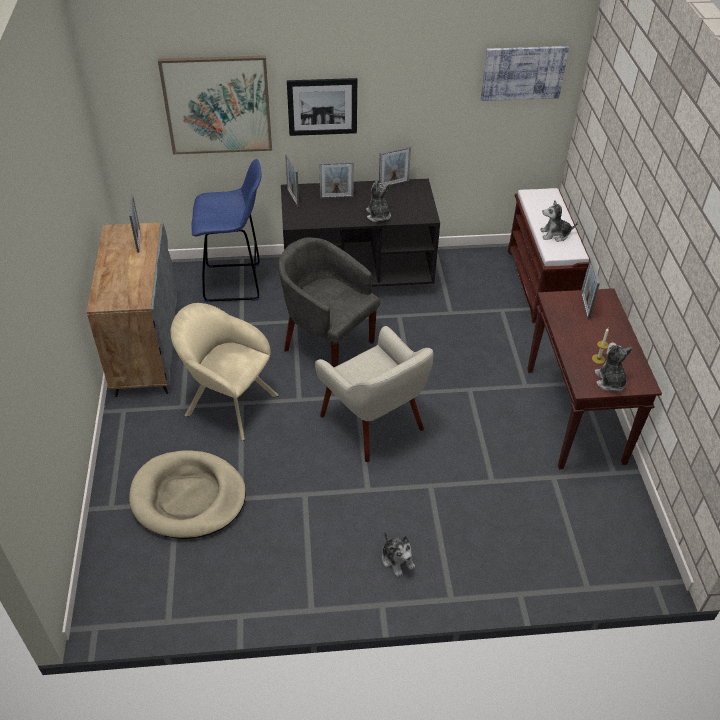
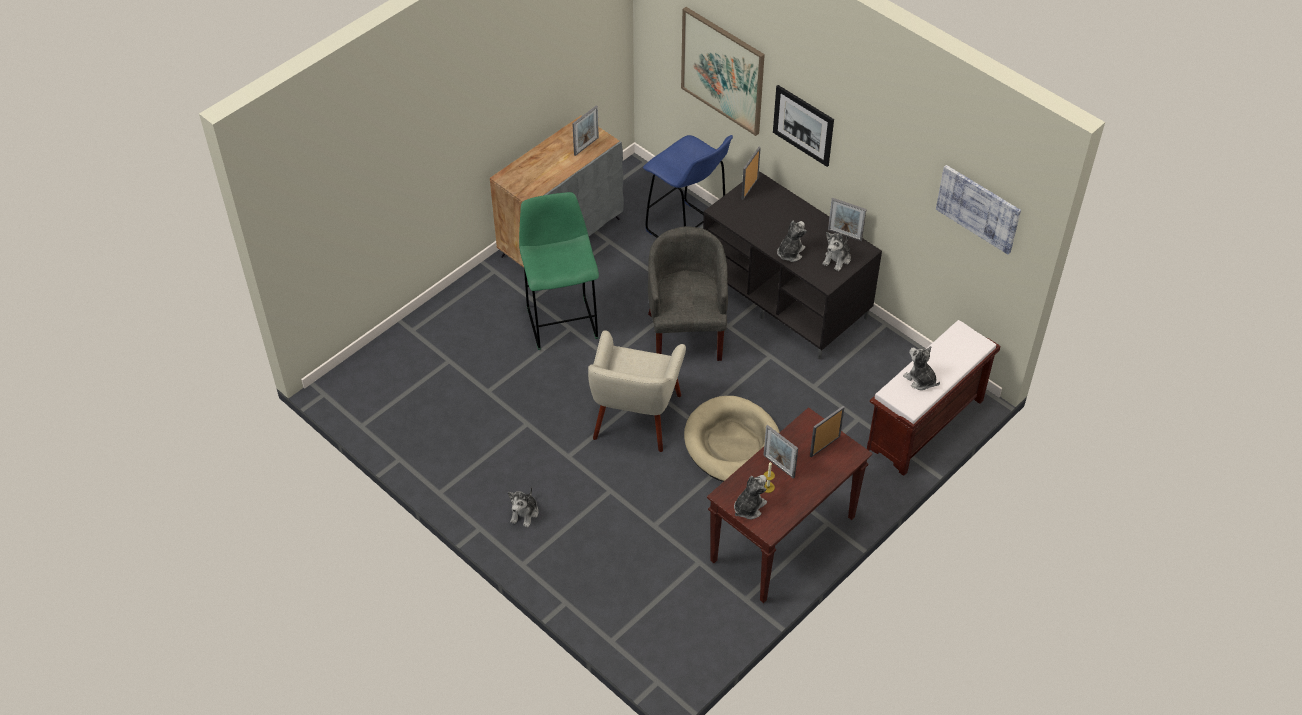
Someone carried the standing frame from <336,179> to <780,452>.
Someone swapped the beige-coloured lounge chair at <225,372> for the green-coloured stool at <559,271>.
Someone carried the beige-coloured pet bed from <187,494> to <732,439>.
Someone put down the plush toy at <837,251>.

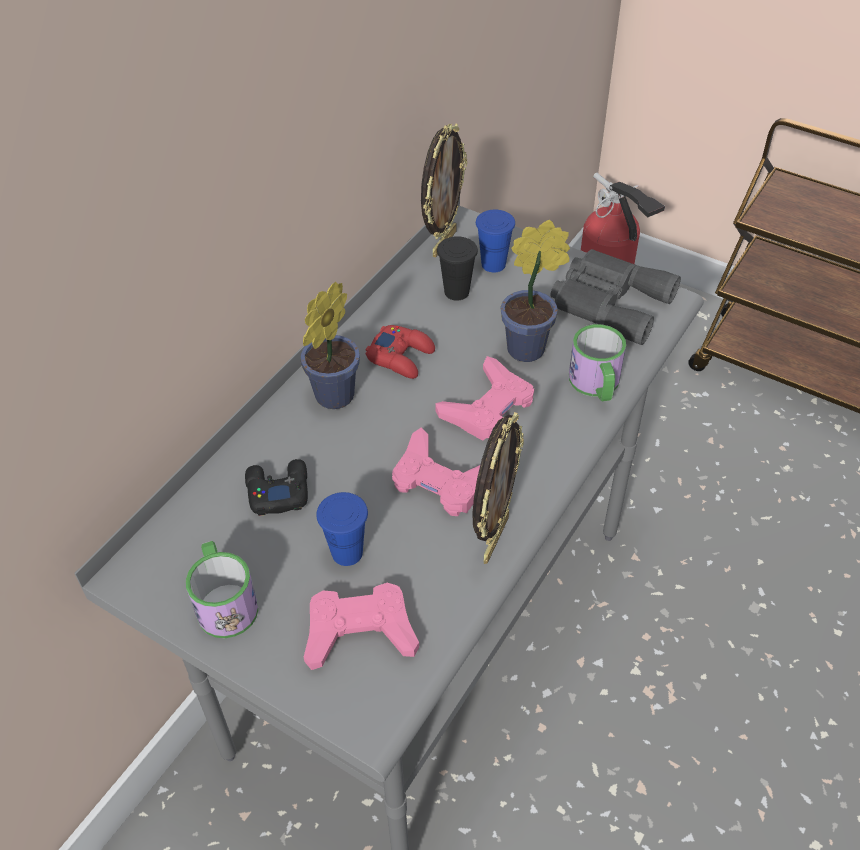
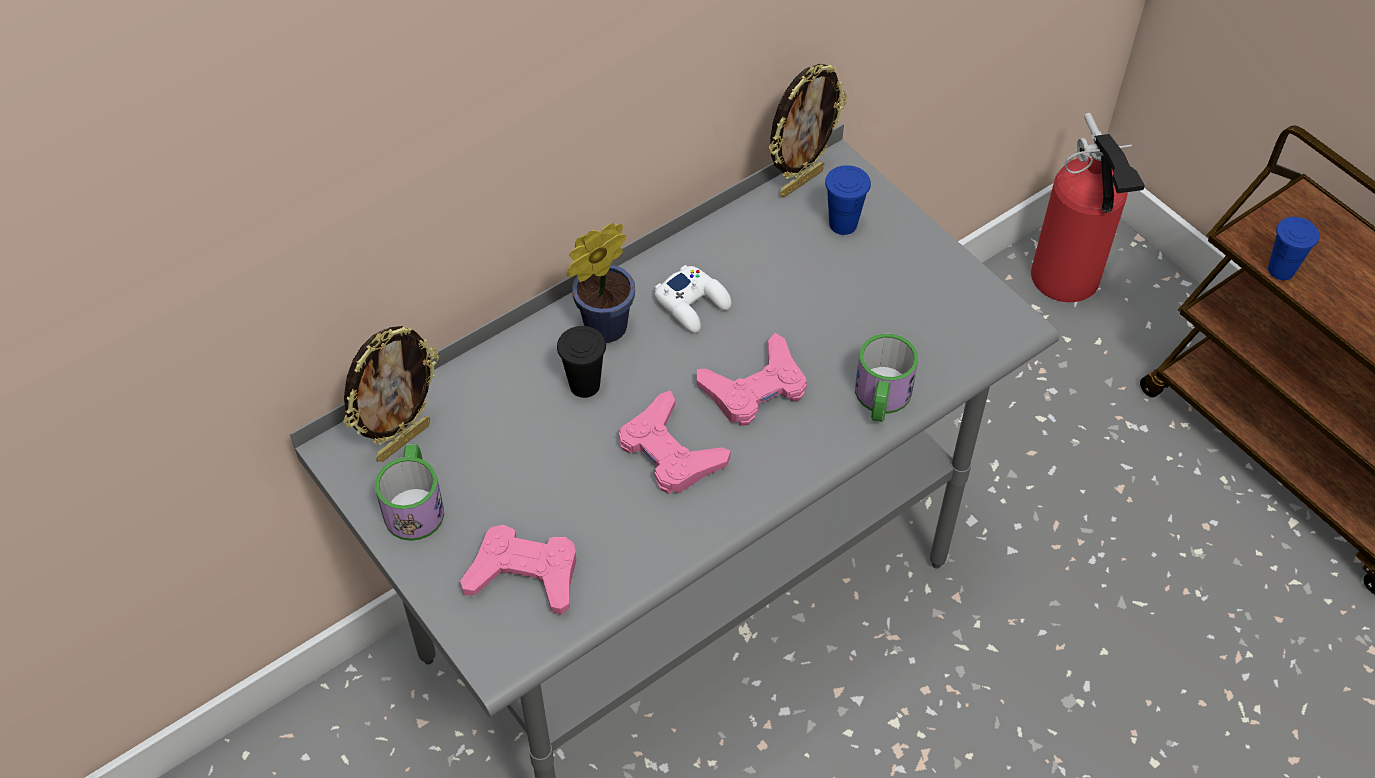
Someone took away the potted plant at <535,291>.
Someone carried the black cup from <457,268> to <581,362>.
Someone took away the greyish binoculars at <616,297>.
Someone repainted the red-coloured gamepad at <400,352>, which became the white-coloured gamepad at <693,299>.
Someone carried the standing frame from <498,488> to <391,393>.
Someone took away the black gamepad at <276,487>.
Someone carried the bluish cup from <342,529> to <1294,248>.

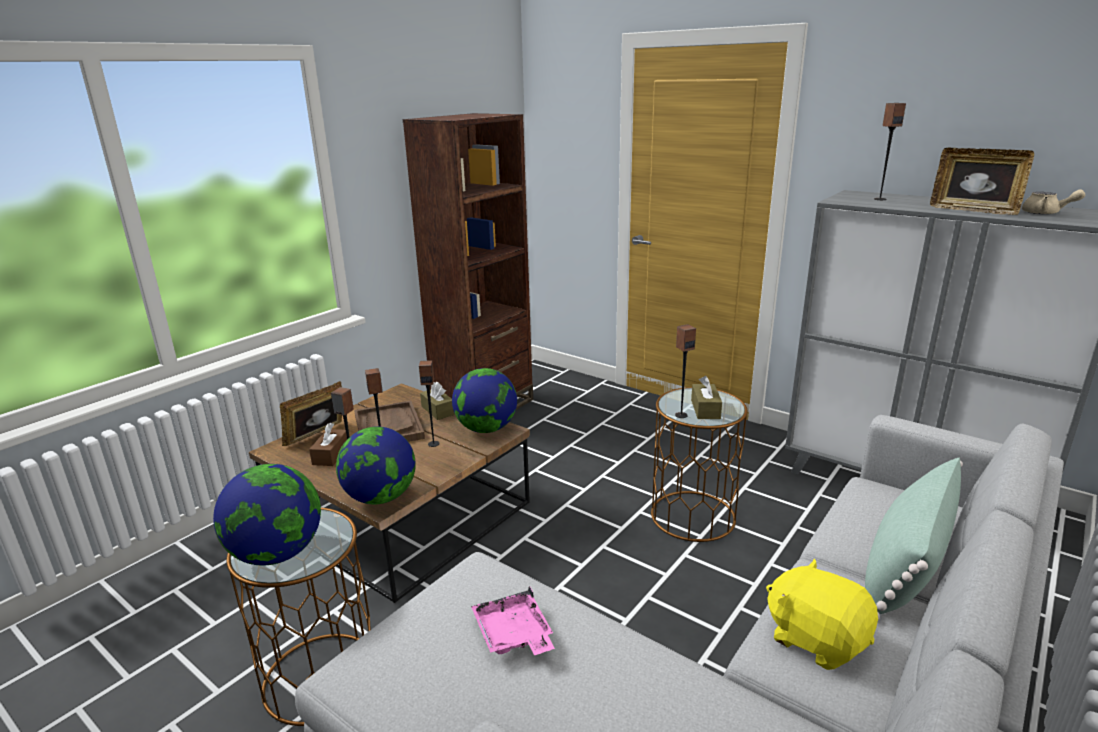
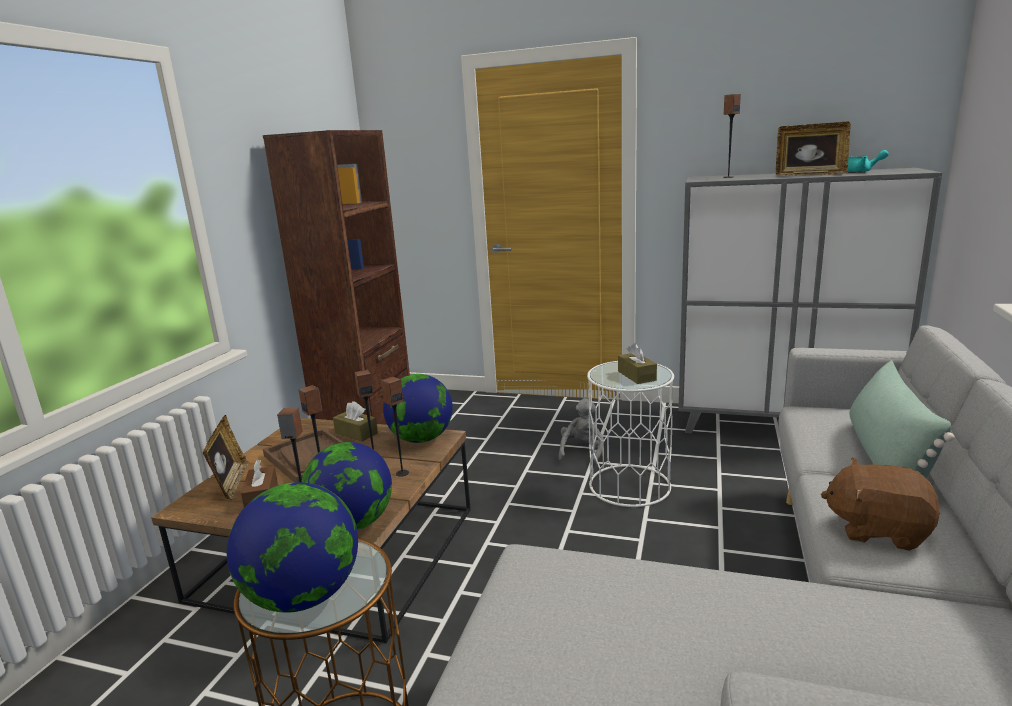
Someone repainted the beige-coloured tea pot at <1053,202>, which became the turquoise tea pot at <868,161>.
Someone carried the loudspeaker from <685,371> to <395,426>.
Someone rotated the standing frame at <311,413> by 150 degrees clockwise.
Someone repainted the brownish accent table at <699,464>, which became the white-coloured accent table at <630,434>.
Someone repainted the yellow plush toy at <822,614>, which became the brownish plush toy at <880,504>.
Someone took away the pinkish serving tray at <513,620>.
Someone put down the greyish plush toy at <581,432>.

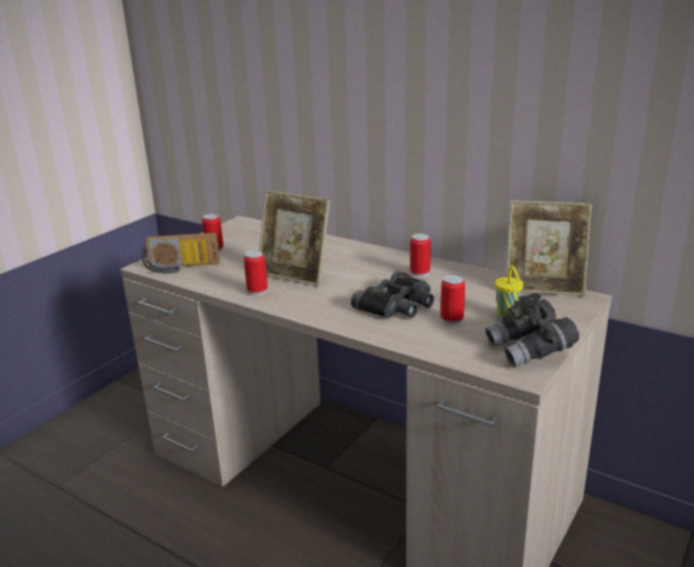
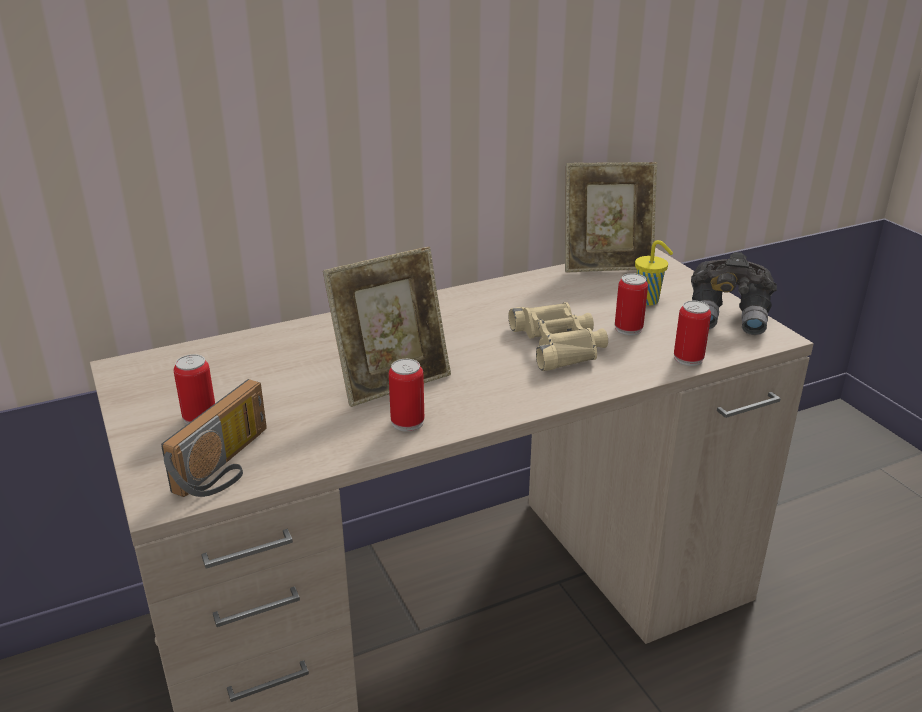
Someone rotated the standing frame at <549,248> by 45 degrees clockwise.
Someone carried the metal can from <420,255> to <692,333>.
Someone repainted the black binoculars at <392,294>, which became the beige-coloured binoculars at <558,336>.

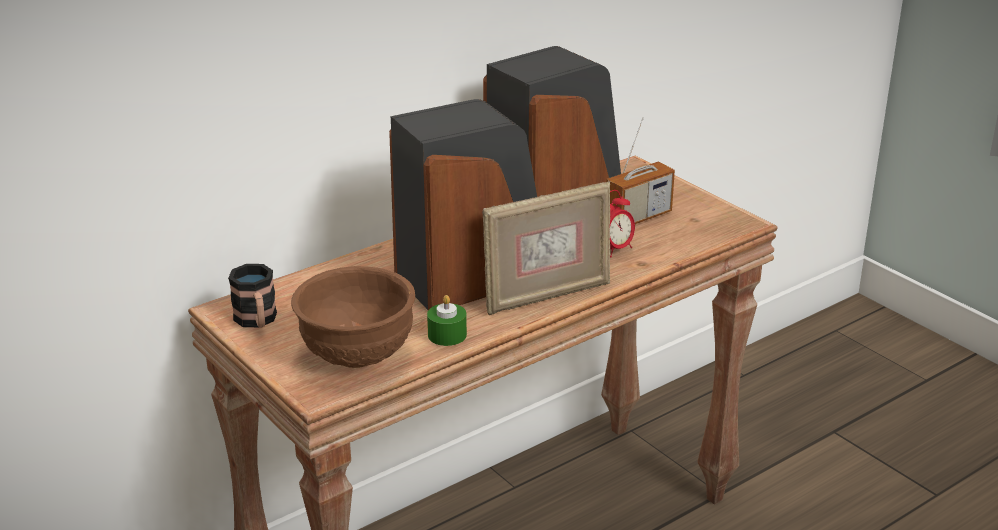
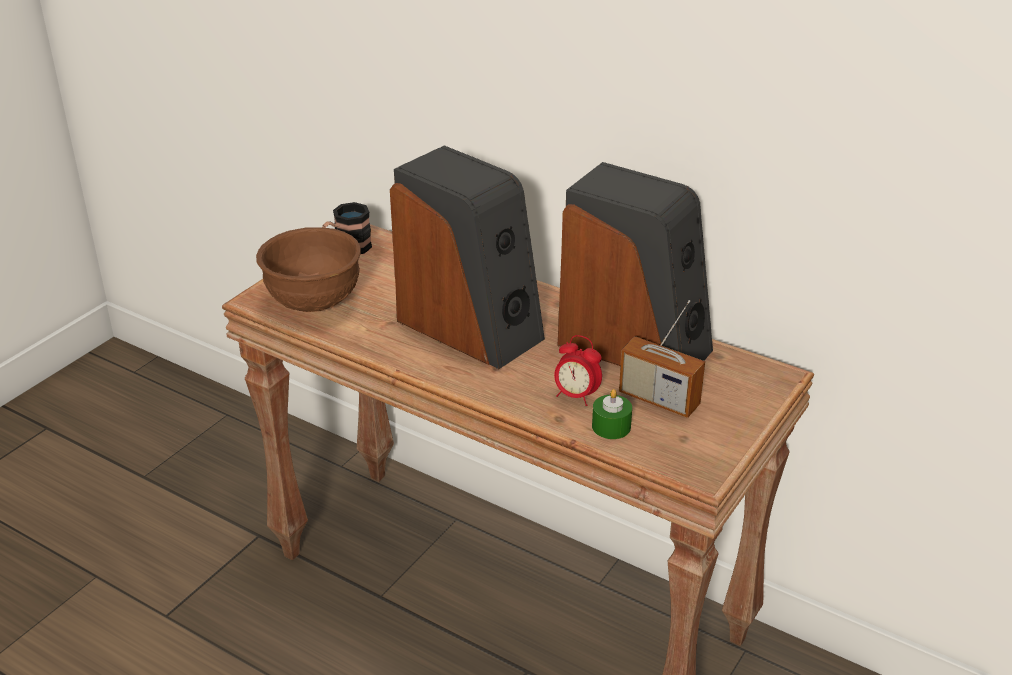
Someone took away the standing frame at <546,248>.
Someone carried the green-coloured candle from <447,320> to <612,414>.

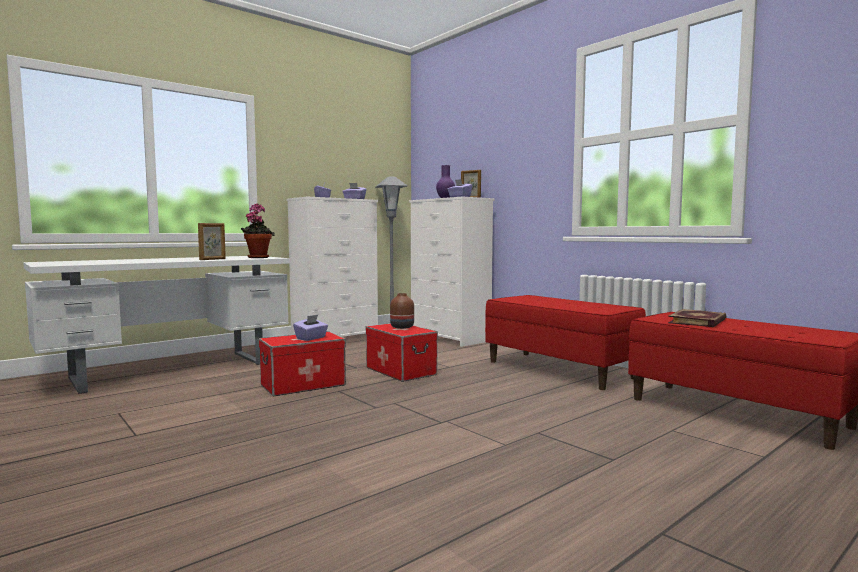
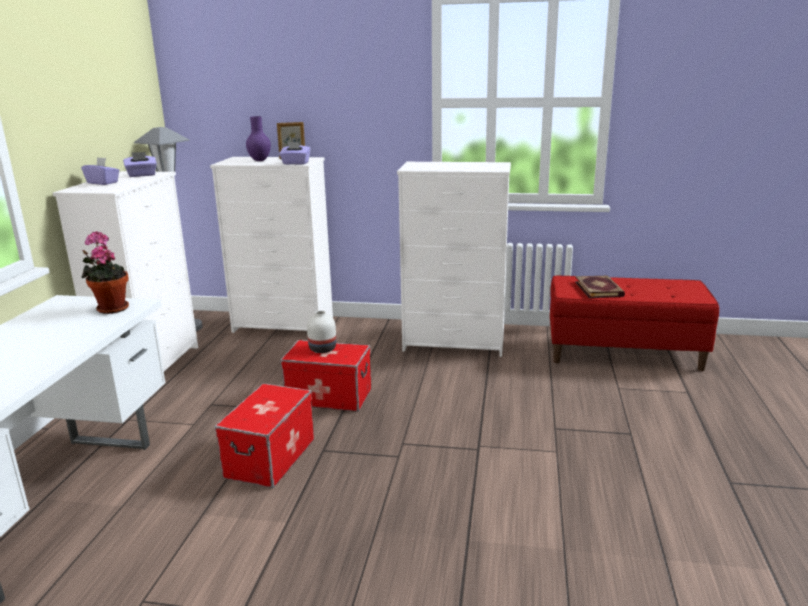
Someone took away the standing frame at <212,241>.
Someone repainted the brownish vase at <402,311>, which became the white-coloured vase at <321,332>.
Someone swapped the red-coloured long seat at <565,342> for the white-coloured drawer chest at <454,259>.
Someone took away the purple box of tissues at <310,328>.

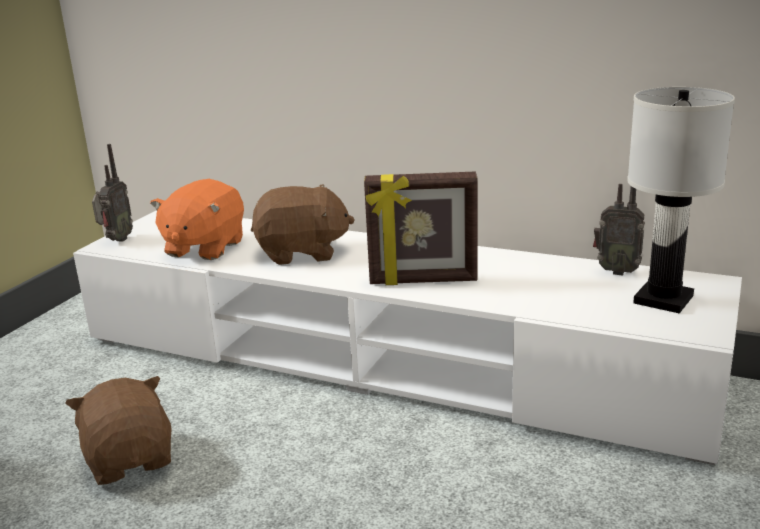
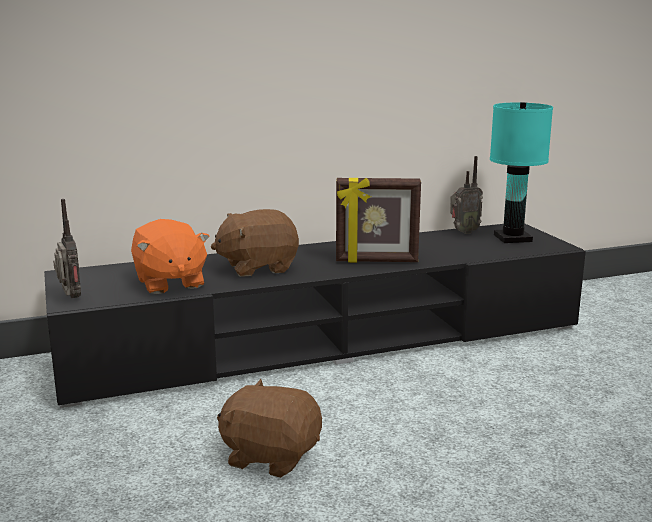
Someone repainted the white-coloured table lamp at <681,200>, which became the turquoise table lamp at <521,172>.
Someone rotated the standing frame at <421,228> by 45 degrees clockwise.
Someone rotated the brownish plush toy at <302,225> by 150 degrees counterclockwise.
Someone repainted the white-coloured tv stand at <407,337>, which became the black tv stand at <315,315>.

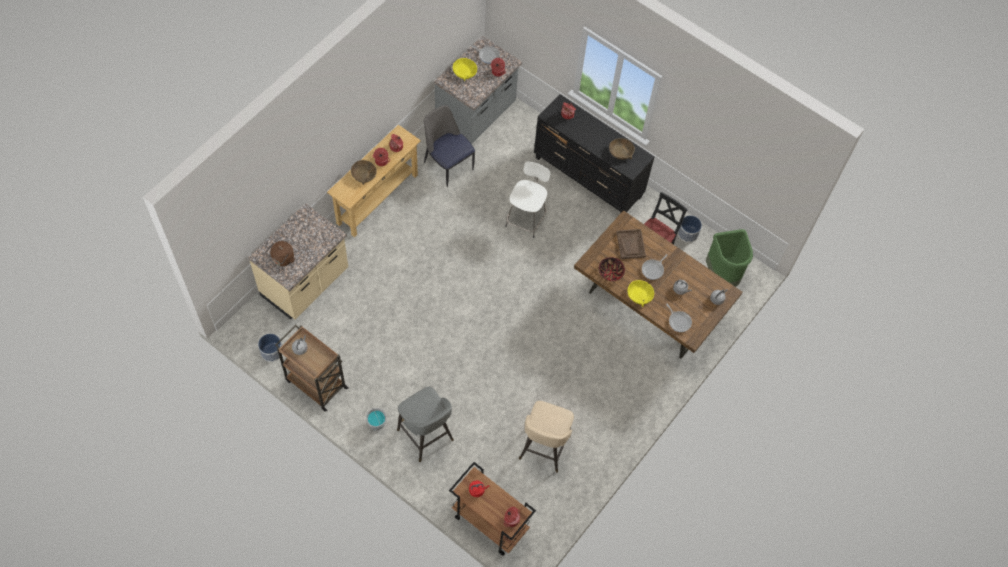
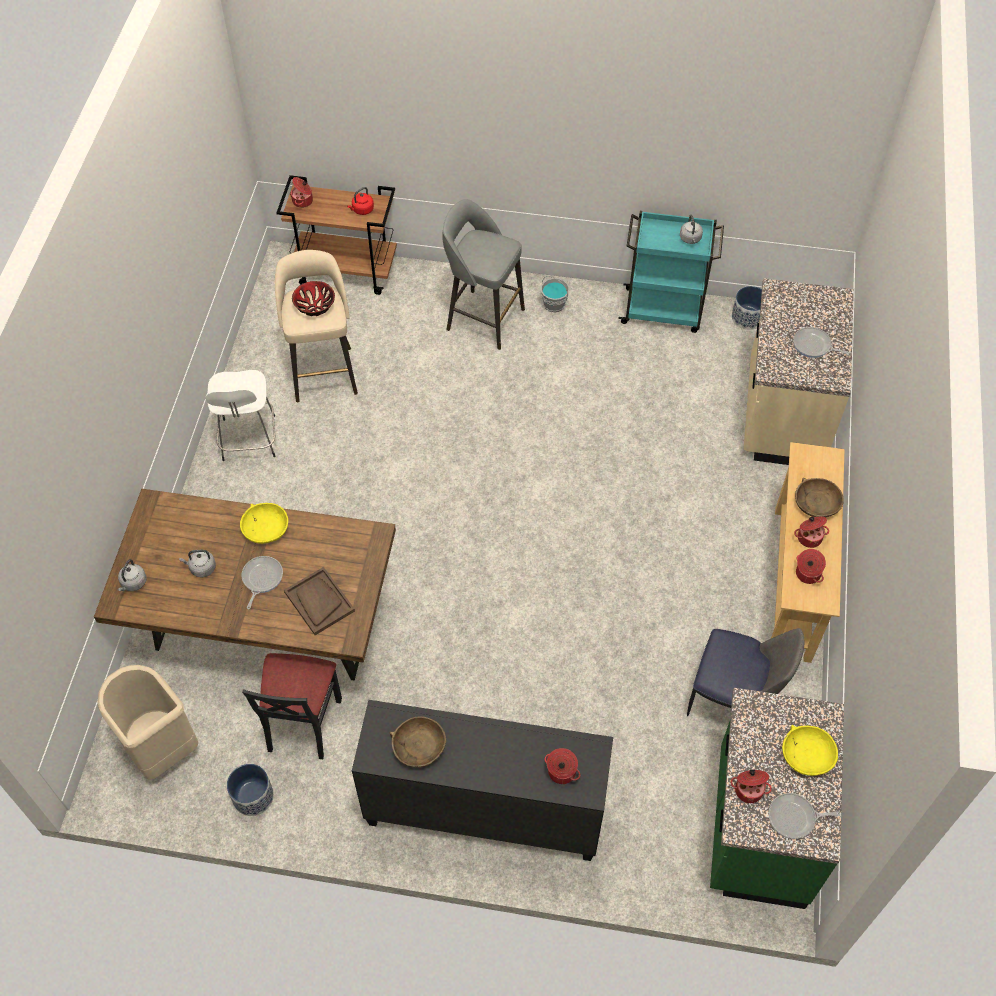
Someone repainted the greyish kitchen base unit at <478,90>, which became the green-coloured kitchen base unit at <777,798>.
Someone carried the white-coloured stool from <528,199> to <240,415>.
Someone repainted the green-coloured trash can at <729,258>, which became the beige-coloured trash can at <147,722>.
Someone took away the brownish tea kettle at <280,253>.
Someone carried the serving bowl from <612,269> to <313,298>.
Someone carried the skillet from <679,318> to <821,342>.
Someone repainted the brownish cart at <312,368>, which became the turquoise cart at <671,272>.

